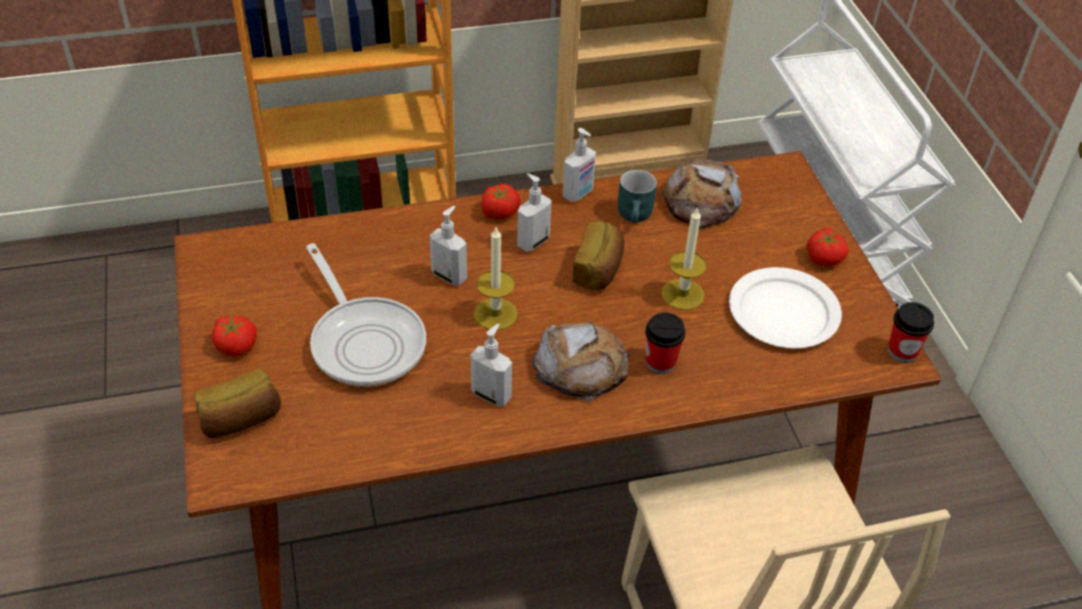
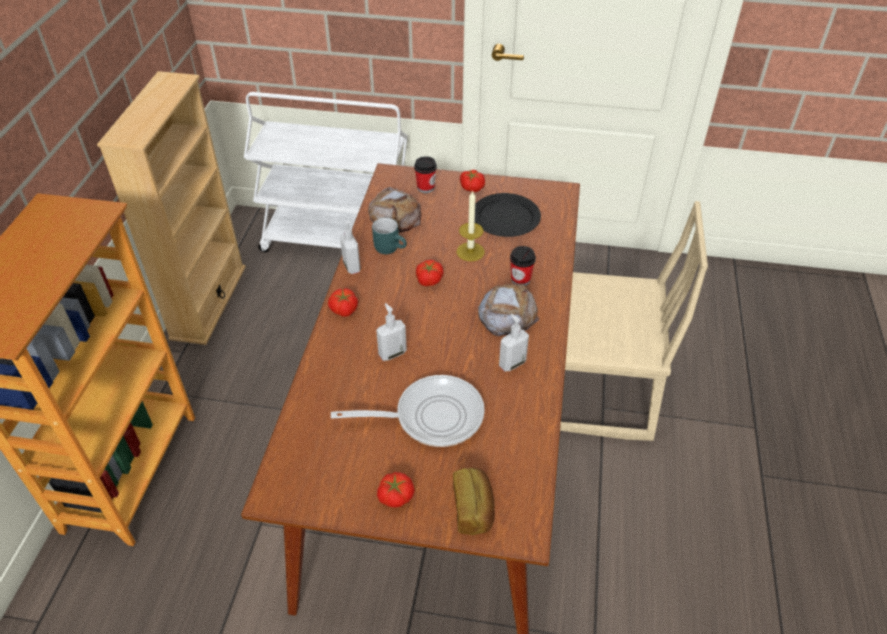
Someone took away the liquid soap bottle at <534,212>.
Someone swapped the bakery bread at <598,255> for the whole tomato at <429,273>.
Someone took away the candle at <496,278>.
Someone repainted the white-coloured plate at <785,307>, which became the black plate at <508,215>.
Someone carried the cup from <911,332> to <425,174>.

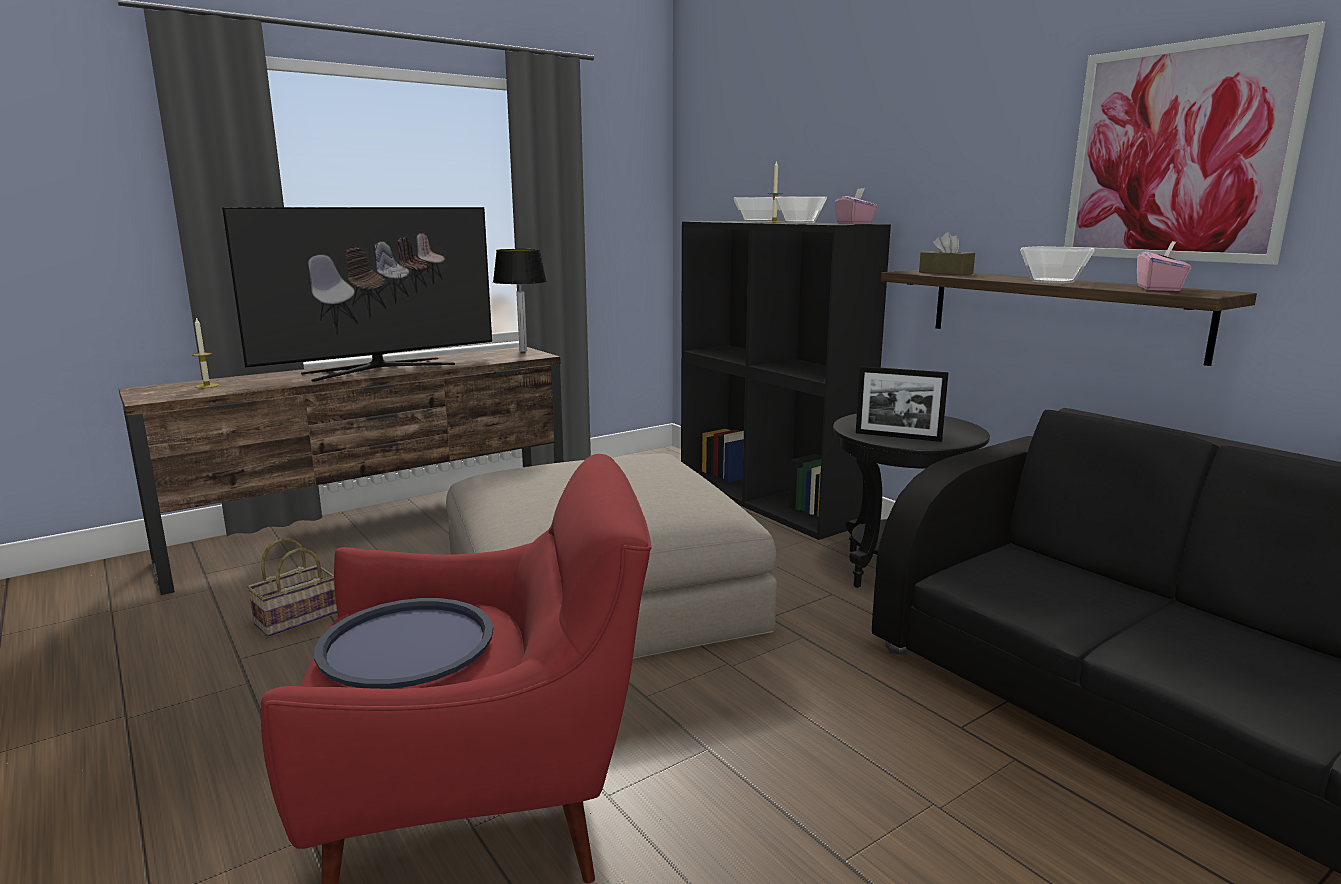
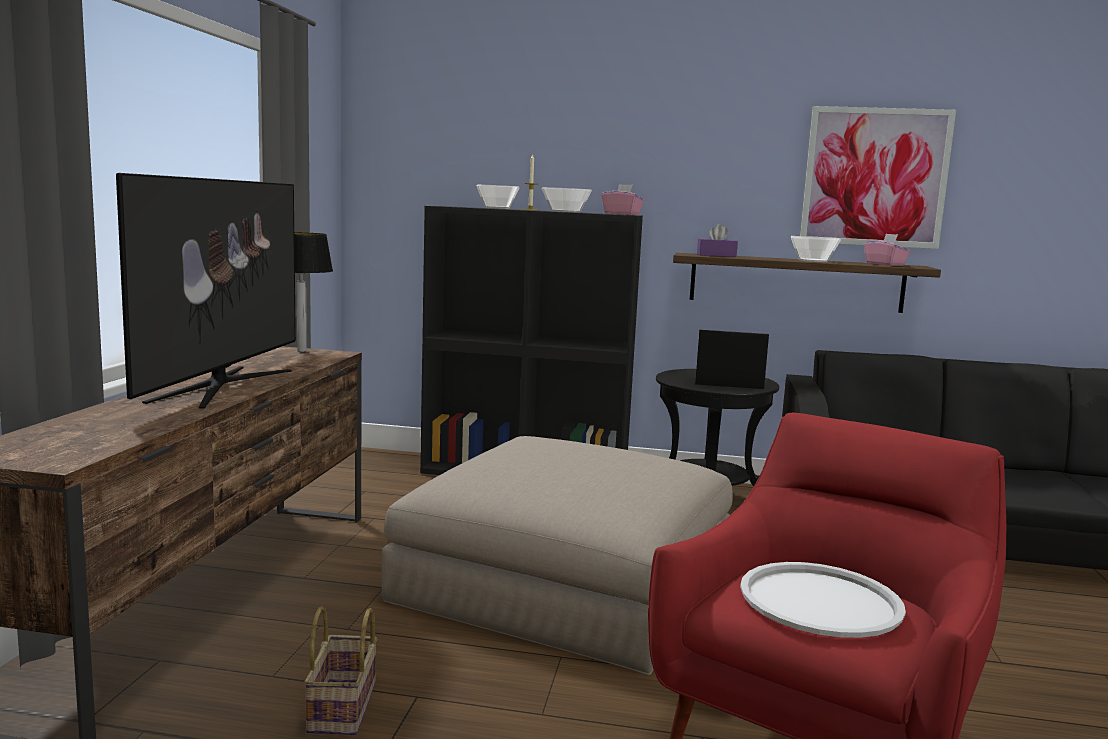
Someone repainted the brownish box of tissues at <947,253>, which became the purple box of tissues at <717,240>.
Someone took away the candle at <205,352>.
Someone rotated the standing frame at <902,404> by 150 degrees counterclockwise.
Someone repainted the bluish serving tray at <403,643>, which became the white-coloured serving tray at <823,600>.

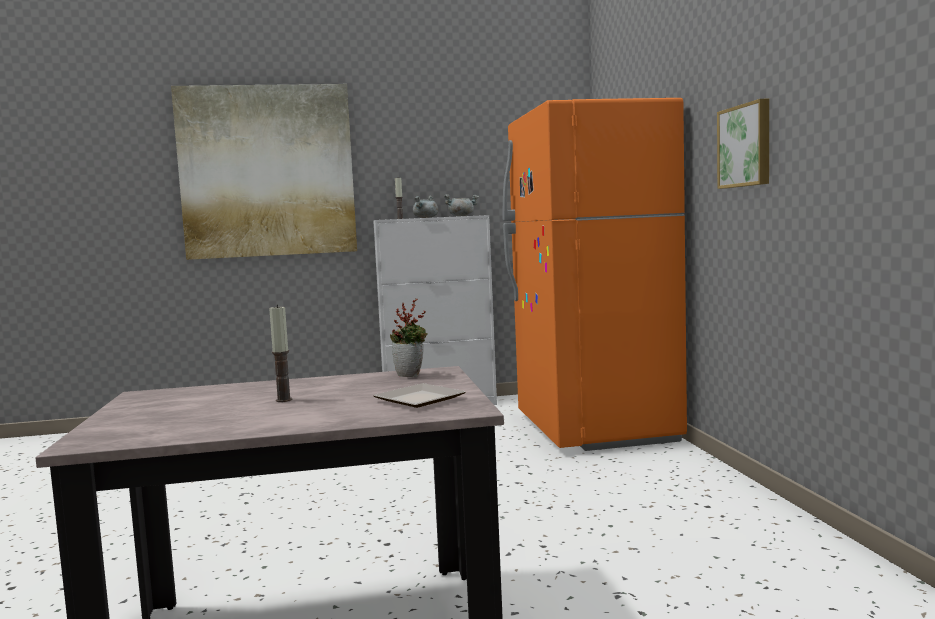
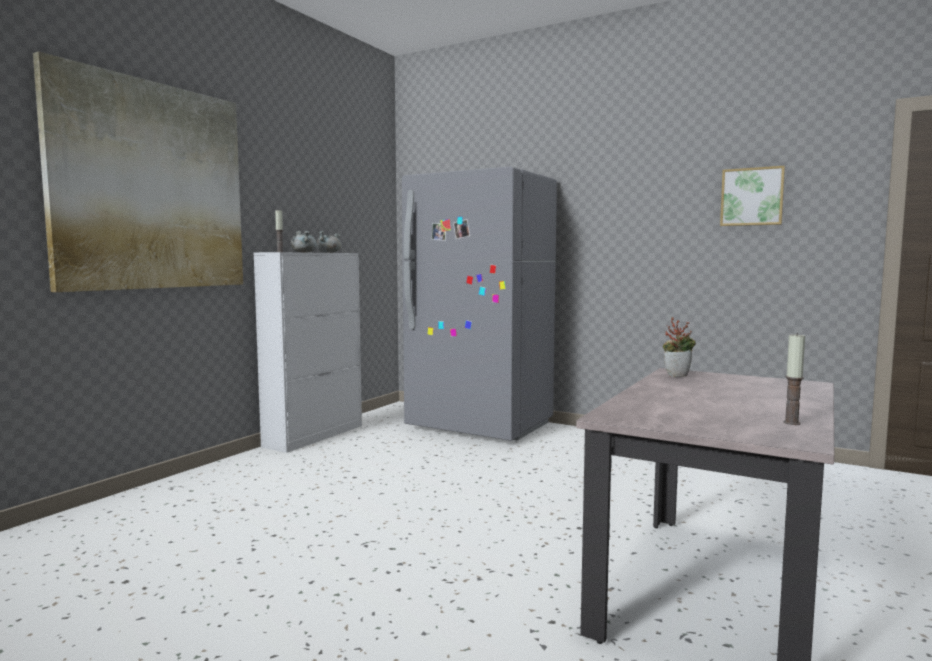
Someone repainted the orangey refrigerator at <595,274>, which became the greyish refrigerator at <479,303>.
Someone carried the picture from <743,144> to <752,196>.
Someone carried the candle from <280,353> to <794,378>.
Someone took away the plate at <419,395>.

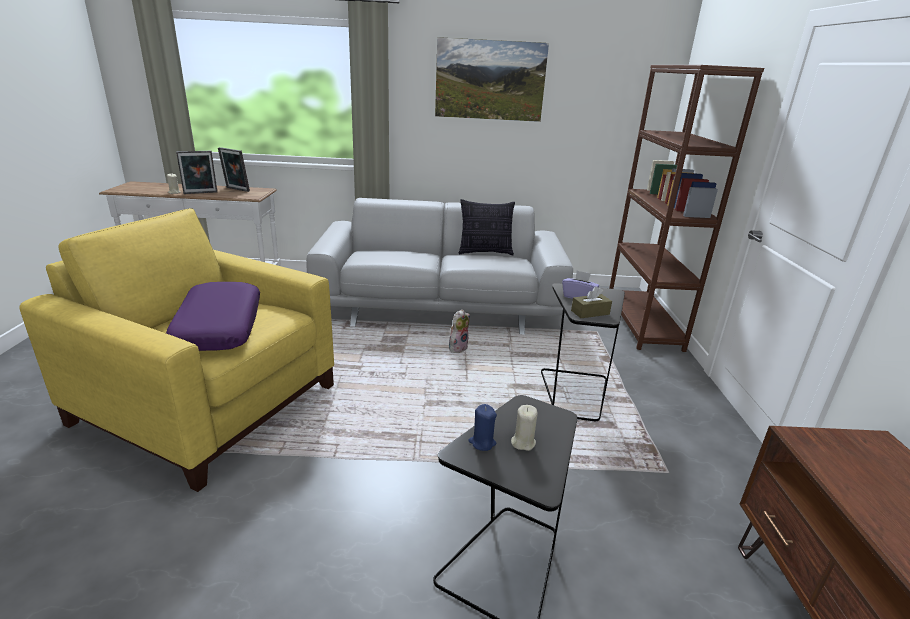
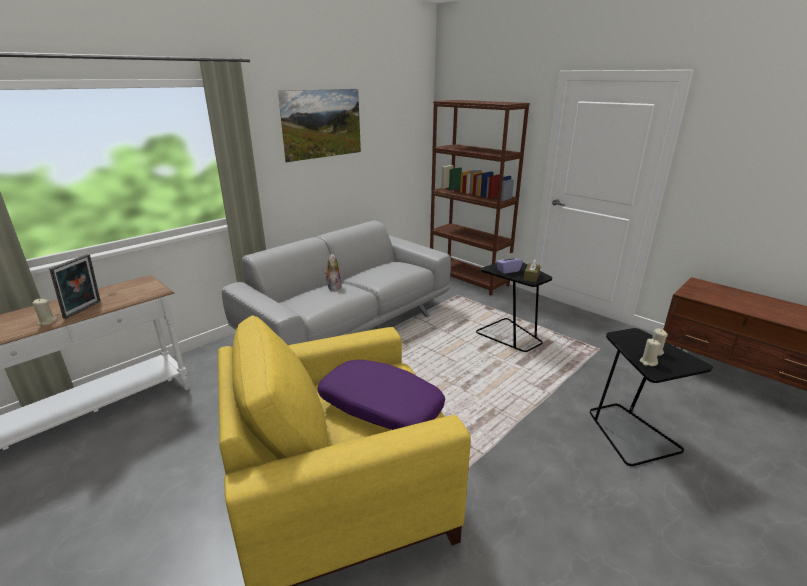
Someone took away the standing frame at <234,169>.
Someone took away the pillow at <487,227>.
Someone carried the plush toy from <459,331> to <333,272>.
Someone repainted the bluish candle at <482,427>, which became the beige-coloured candle at <650,352>.

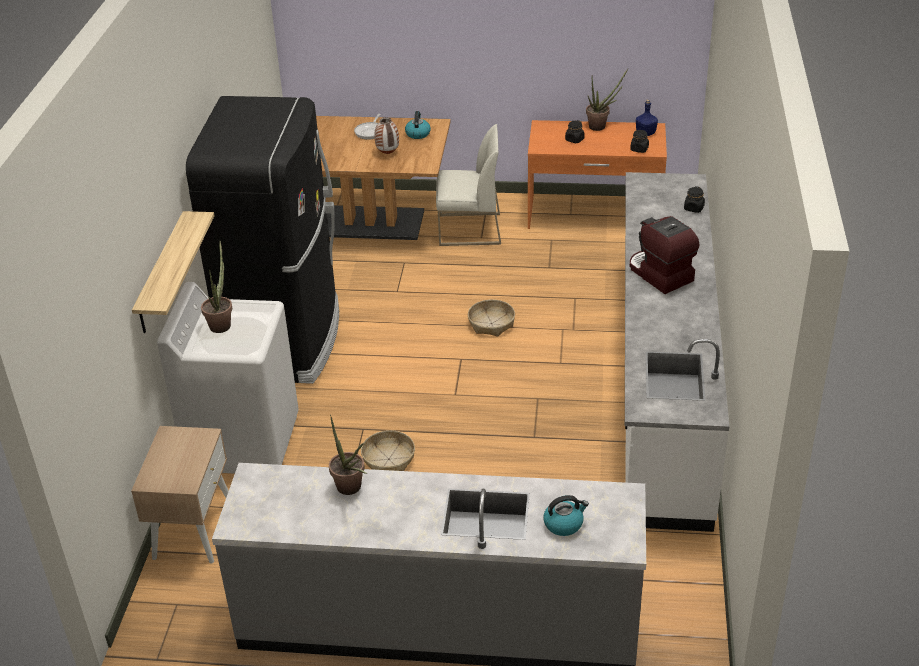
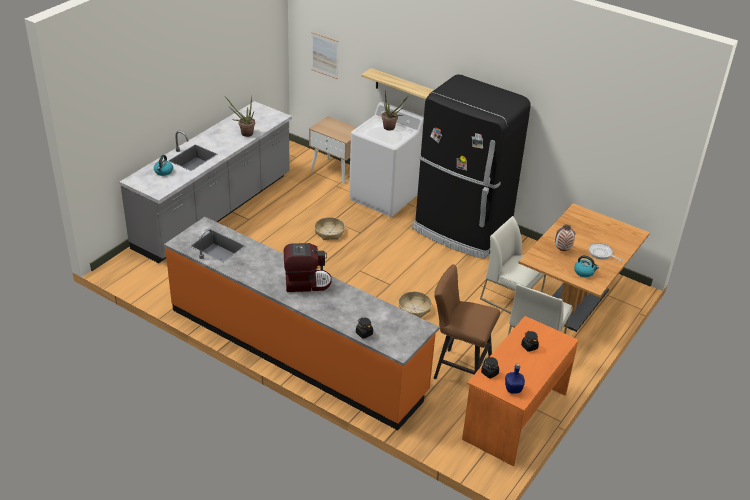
Someone took away the potted plant at <607,100>.
Someone repainted the white-coloured kitchen base unit at <677,352>, which became the orangey kitchen base unit at <301,323>.
Someone put up the picture at <325,55>.
Someone put down the white-coloured plain chair at <513,265>.
Someone put down the brownish stool at <467,321>.

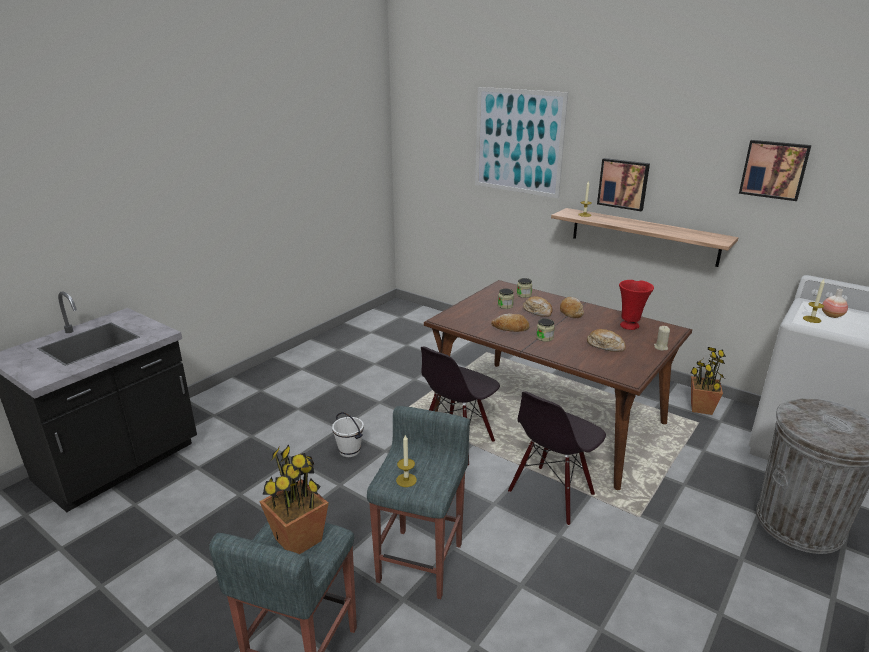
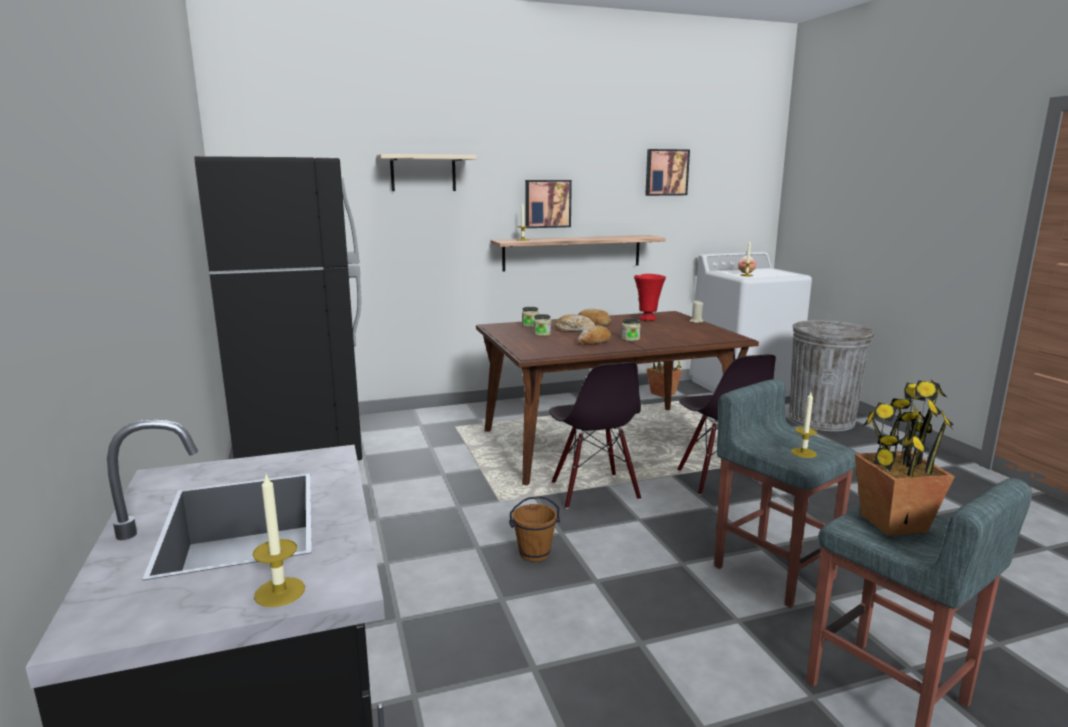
Someone swapped the picture at <521,142> for the beige-coloured wall shelf at <426,172>.
Someone took away the bakery bread at <606,340>.
Someone repainted the white-coloured pail at <348,434>, which became the brownish pail at <534,529>.
Someone put down the black refrigerator at <278,308>.
Someone put down the candle at <279,541>.

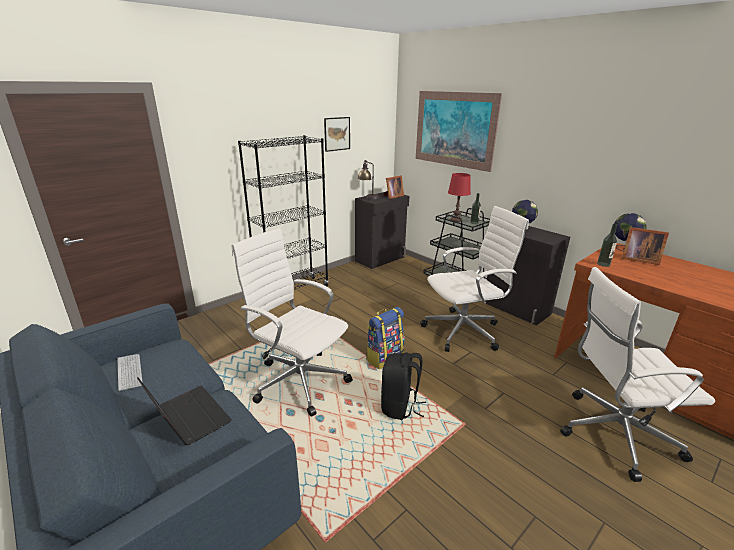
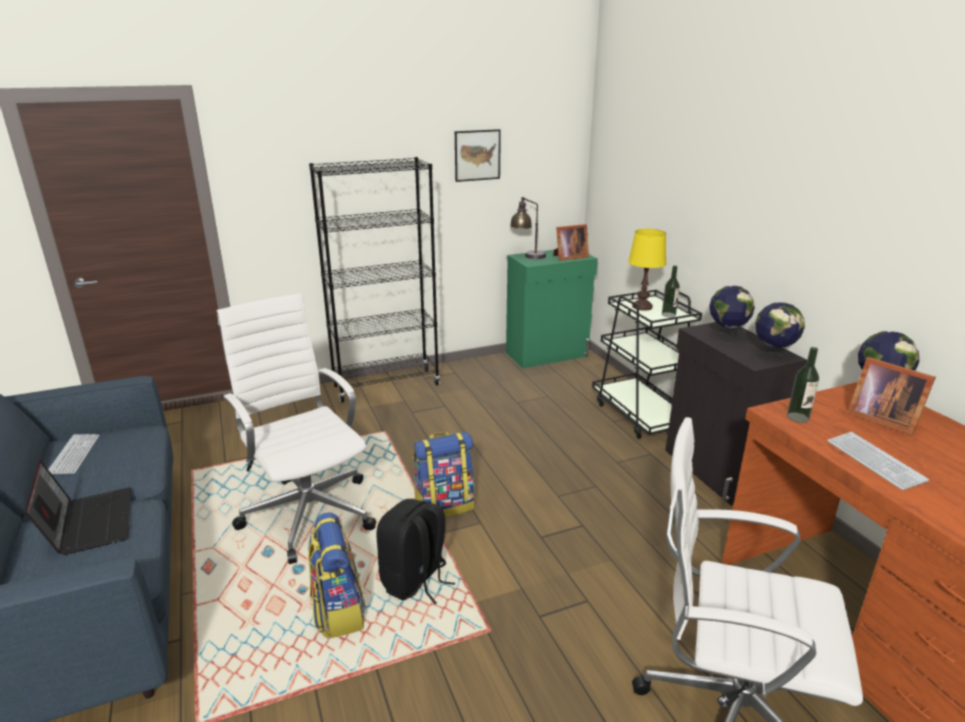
Someone took away the picture at <459,131>.
Someone repainted the red-coloured table lamp at <459,197>, which became the yellow table lamp at <647,270>.
Someone repainted the black cabinet at <382,230>, which became the green-coloured cabinet at <552,309>.
Someone took away the white-coloured computer chair at <474,279>.
Someone put down the desk globe at <780,331>.
Someone put down the keyboard at <878,461>.
Someone put down the rucksack at <336,575>.

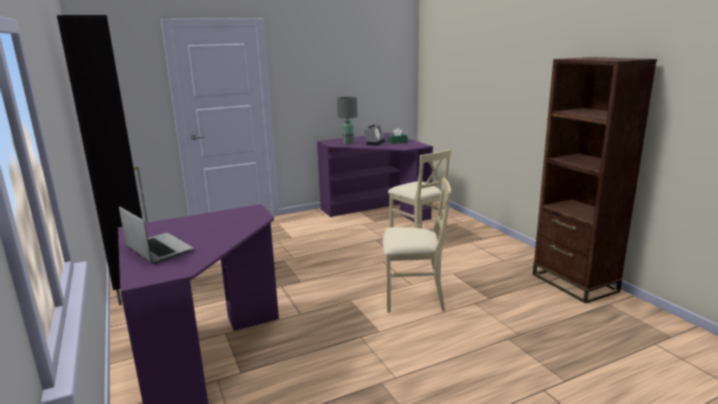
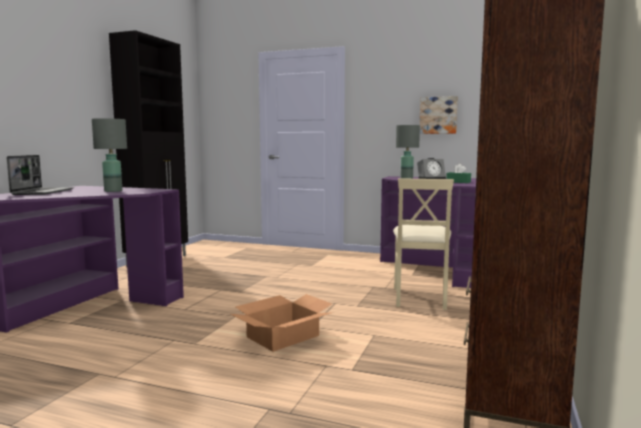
Someone swapped the beige-coloured plain chair at <417,245> for the cardboard box at <282,323>.
Someone put up the picture at <439,115>.
Someone put down the greyish table lamp at <109,155>.

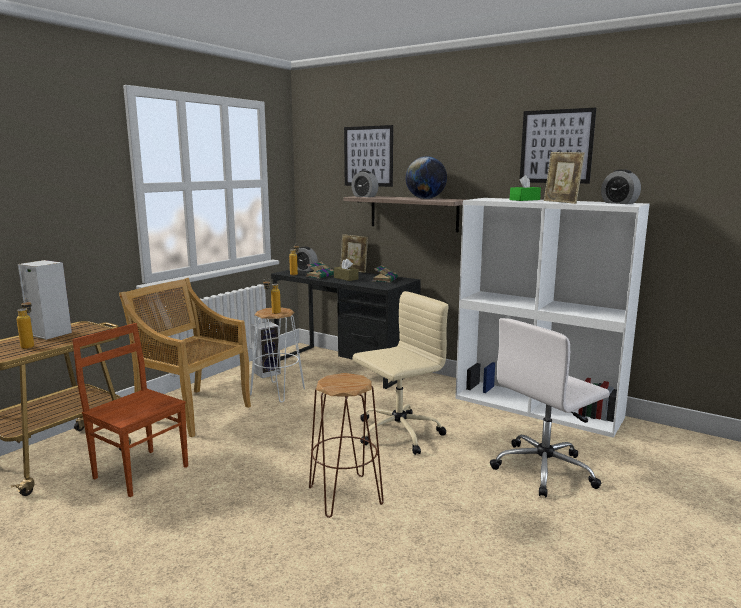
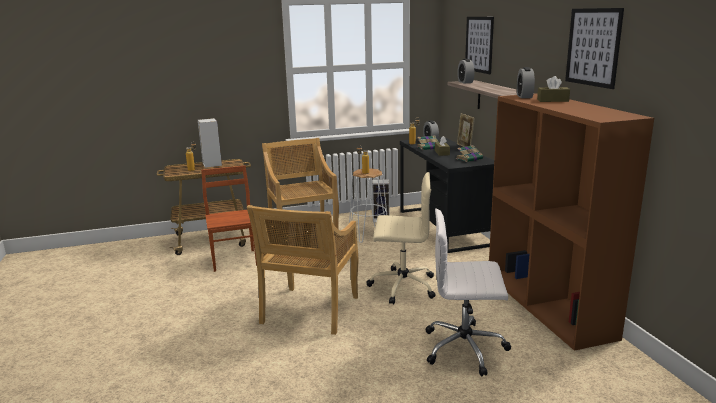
Someone took away the standing frame at <564,178>.
Someone took away the desk globe at <426,177>.
Someone carried the table clock from <621,186> to <526,82>.
Someone repainted the green-coloured box of tissues at <525,188>, which became the brownish box of tissues at <553,89>.
Someone repainted the white-coloured bookcase at <552,318>, which became the brownish bookcase at <571,222>.
Someone swapped the brownish stool at <346,445> for the beige-coloured plain chair at <302,270>.

